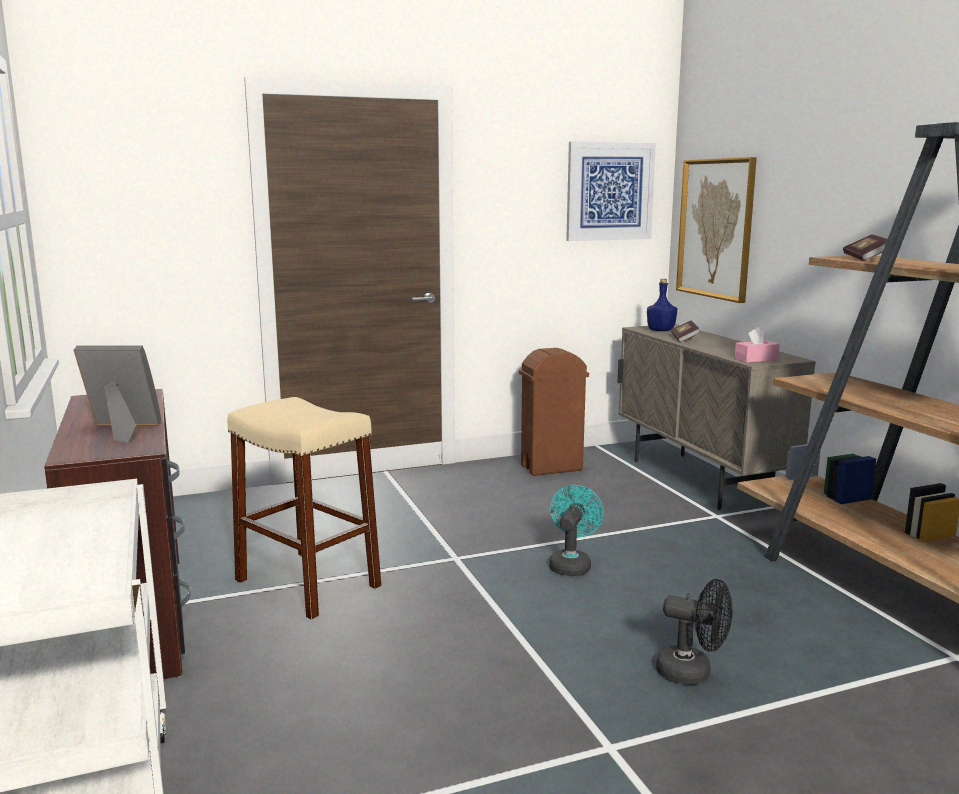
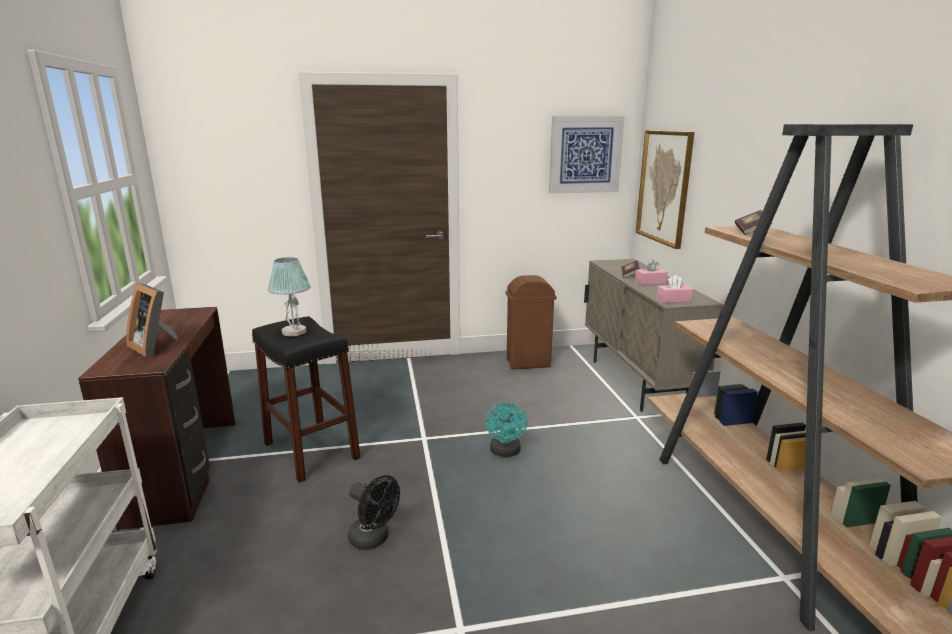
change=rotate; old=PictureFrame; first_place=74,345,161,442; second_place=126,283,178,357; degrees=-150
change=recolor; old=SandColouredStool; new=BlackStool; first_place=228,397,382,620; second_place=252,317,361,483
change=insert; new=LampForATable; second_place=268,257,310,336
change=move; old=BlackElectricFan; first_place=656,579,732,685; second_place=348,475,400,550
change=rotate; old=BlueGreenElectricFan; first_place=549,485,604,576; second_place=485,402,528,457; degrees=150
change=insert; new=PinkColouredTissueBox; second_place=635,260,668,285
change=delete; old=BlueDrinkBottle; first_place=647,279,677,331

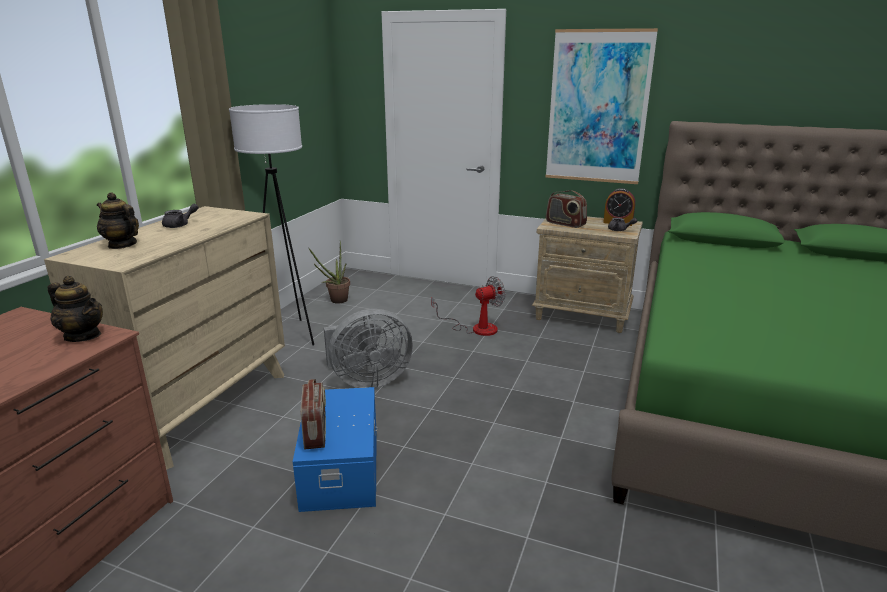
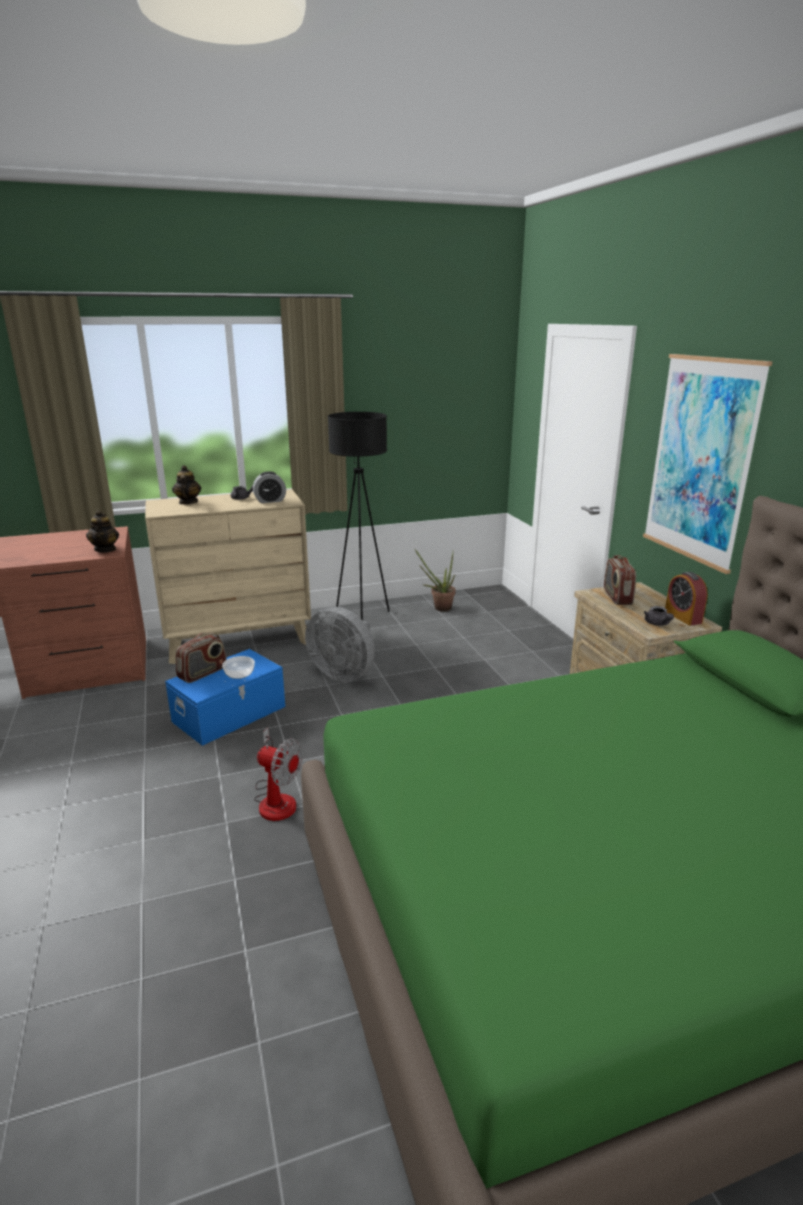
change=insert; new=Bowl; second_place=222,656,255,679
change=insert; new=BedsideClock; second_place=253,471,286,503
change=move; old=ElectricFan; first_place=431,276,505,336; second_place=254,728,302,821
change=recolor; old=WhiteColouredFloorLamp; new=BlackFloorLamp; first_place=229,104,314,345; second_place=328,412,390,621

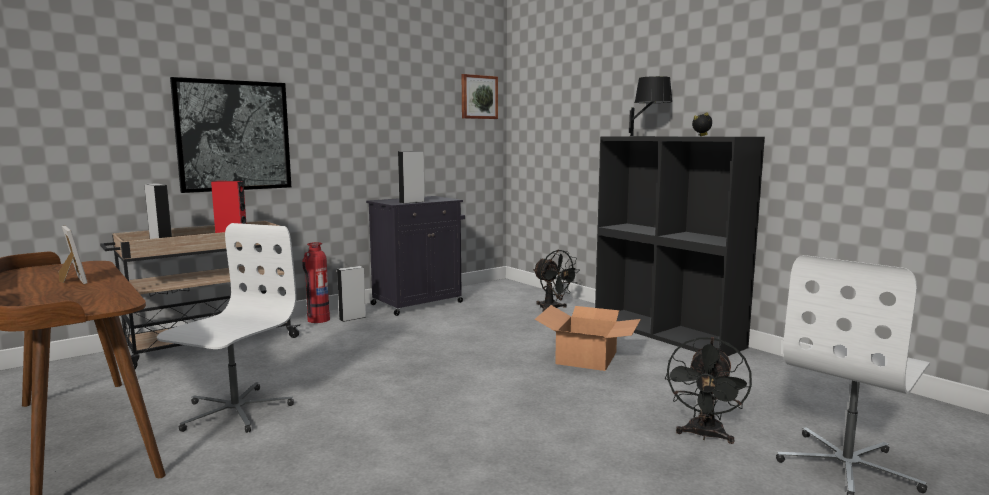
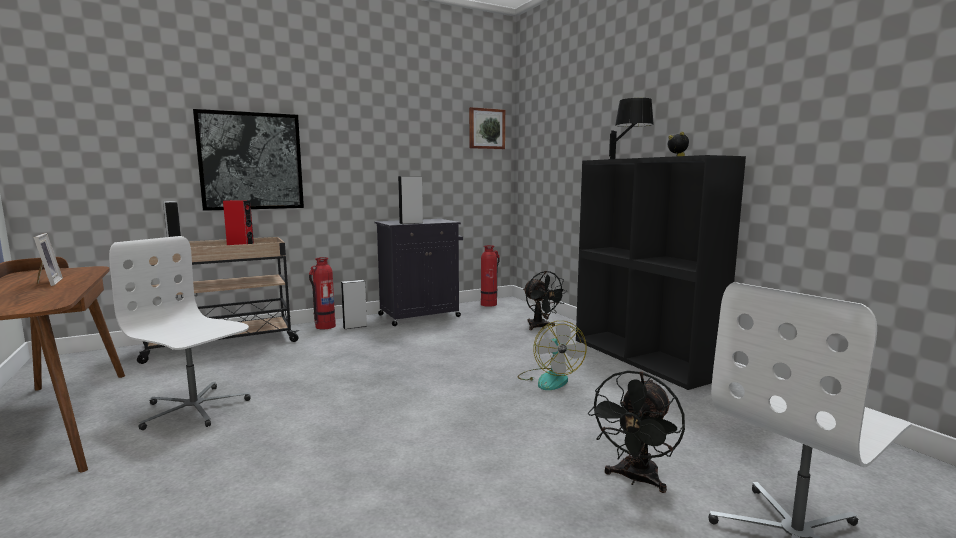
change=rotate; old=WhiteColouredComputerChair; first_place=157,223,297,433; second_place=109,236,251,430; degrees=-90
change=insert; new=FireExtinguisher; second_place=481,245,500,307
change=replace; old=CardboardBox; new=ElectricFan; first_place=535,305,641,371; second_place=517,321,587,390

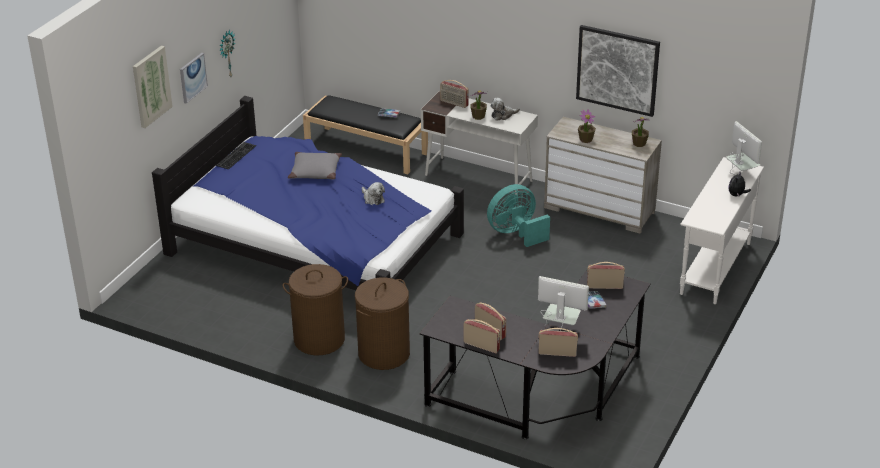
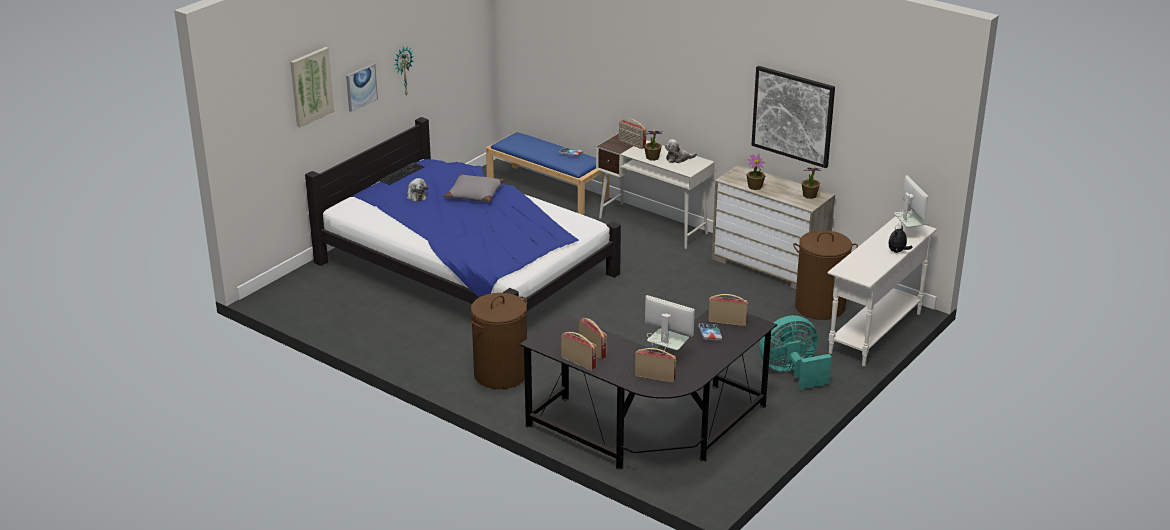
change=move; old=PlushToy; first_place=362,182,385,205; second_place=407,178,428,202
change=recolor; old=BlackLongSeat; new=BlueLongSeat; first_place=303,96,428,174; second_place=486,132,609,215
change=move; old=BlueGreenElectricFan; first_place=487,184,550,247; second_place=759,315,832,389
change=move; old=BrownWashingBasket; first_place=283,264,348,355; second_place=793,230,858,320

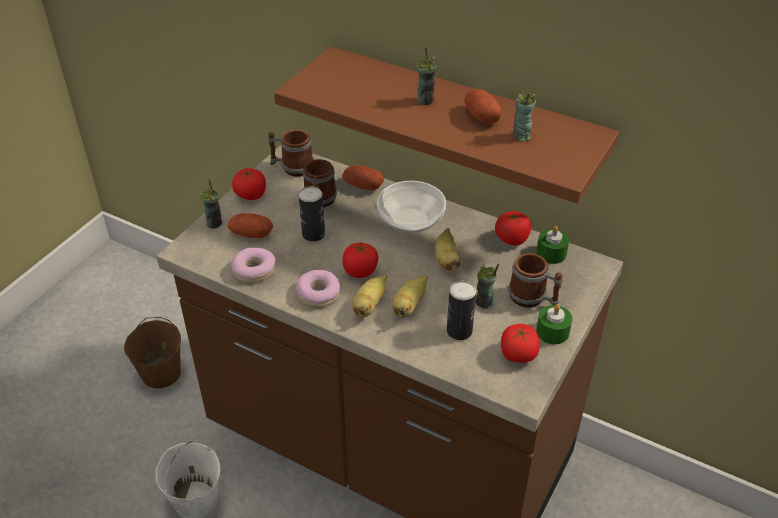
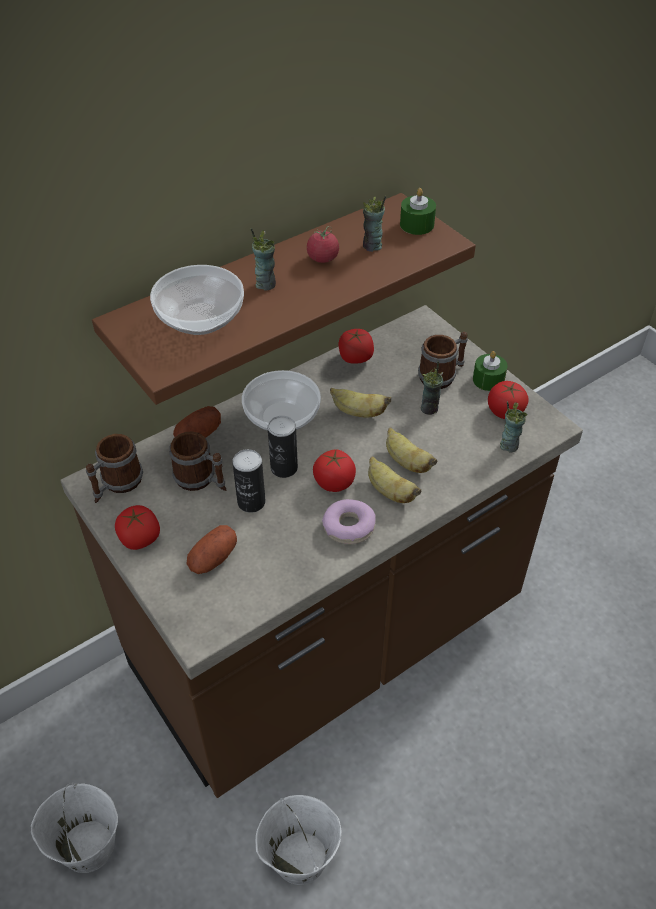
change=recolor; old=BrownBucket; new=WhiteColouredBucket; first_place=124,317,181,389; second_place=31,783,118,873
change=insert; new=Bowl; second_place=150,265,244,335
change=move; old=MetalCan; first_place=447,281,476,340; second_place=267,416,298,478
change=replace; old=WholePotato; new=Tomato; first_place=464,89,502,124; second_place=307,226,339,263
change=move; old=GreenColouredCandle; first_place=536,226,569,264; second_place=400,188,436,235
change=move; old=DrinkingCup; first_place=200,179,222,229; second_place=500,401,527,452
change=delete; old=RingDoughnut; first_place=231,247,276,282

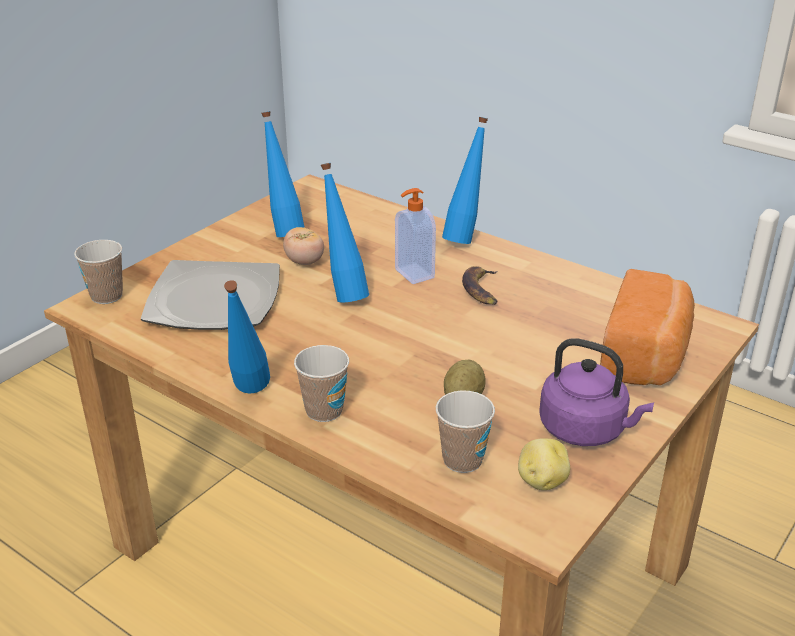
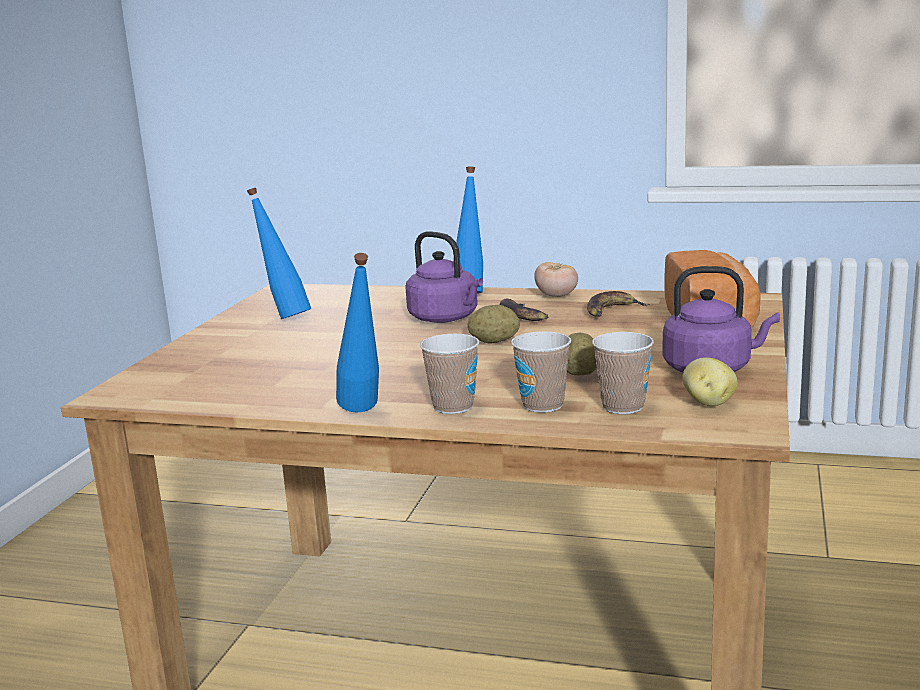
change=replace; old=LiquidSoapBottle; new=PurpleWaterKettle; first_place=395,188,436,284; second_place=405,231,483,323
change=insert; new=WholePotato; second_place=468,305,520,344
change=move; old=DrinkingCup; first_place=74,240,123,304; second_place=511,331,571,413
change=move; old=Tomato; first_place=283,227,324,265; second_place=534,262,578,297
change=insert; new=WholeBanana; second_place=587,291,649,317
change=delete; old=FlatDish; first_place=141,260,280,330
change=delete; old=BlueDrinkBottle; first_place=321,163,369,302

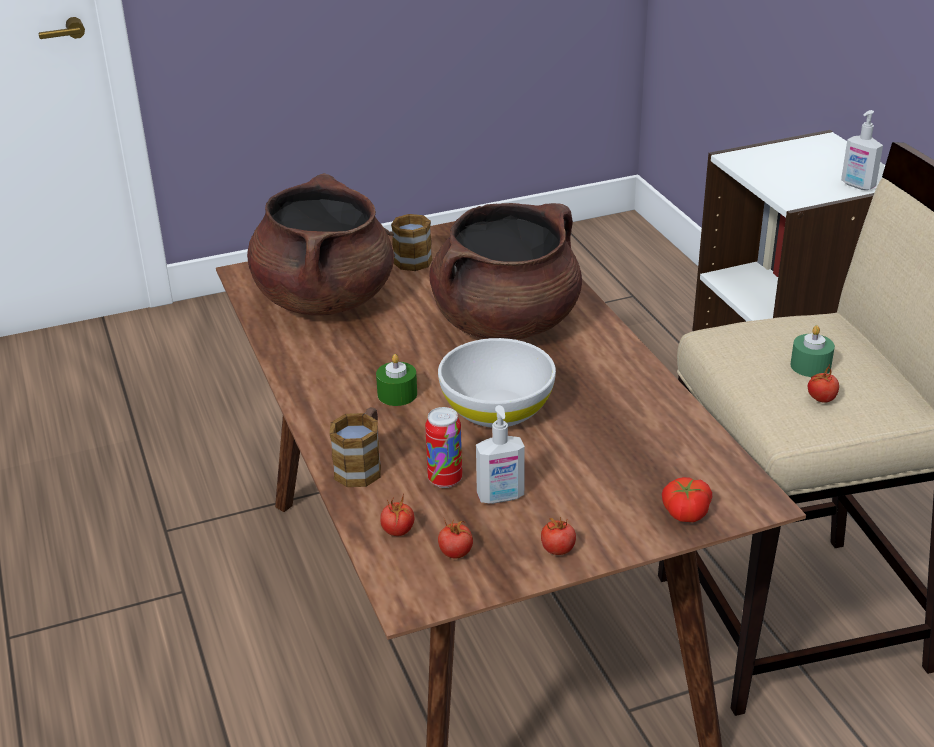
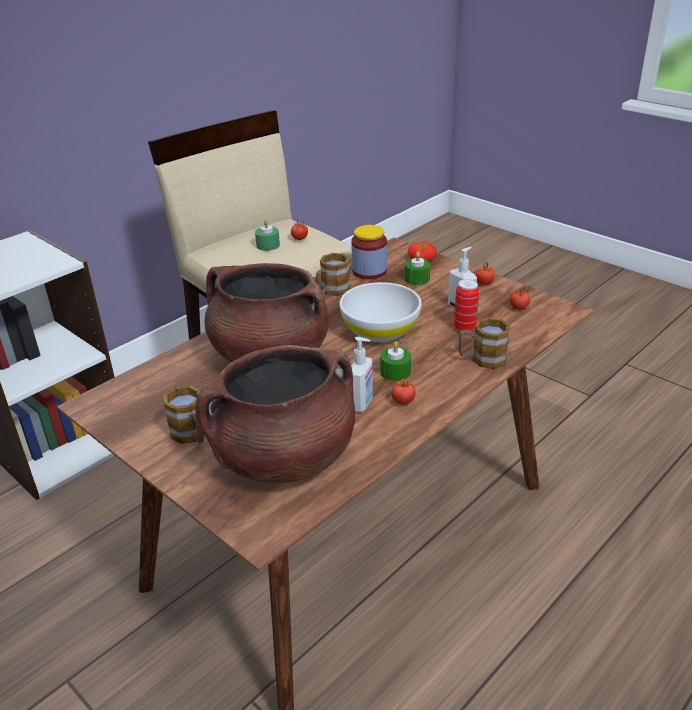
change=insert; new=CoffeeMug; second_place=316,253,351,296
change=insert; new=StorageJar; second_place=351,225,387,279
change=move; old=LiquidSoapBottle; first_place=841,110,883,190; second_place=351,337,373,412
change=move; old=Tomato; first_place=380,494,414,536; second_place=391,378,416,405
change=insert; new=GreenColouredCandle; second_place=405,252,430,285

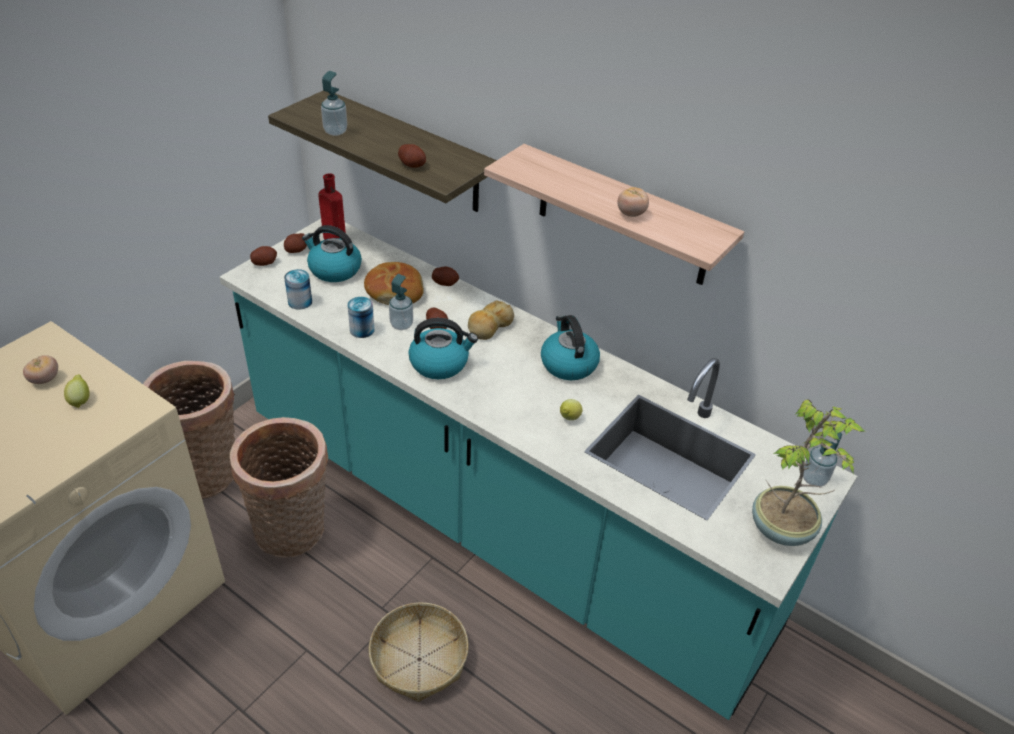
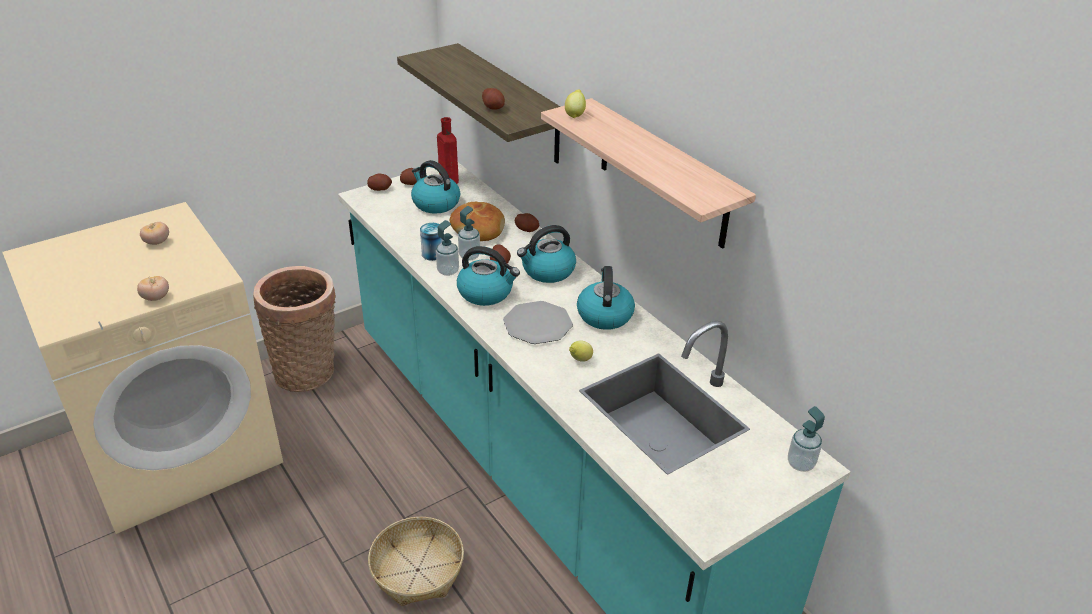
change=move; old=Tomato; first_place=617,187,649,217; second_place=137,276,169,301
change=move; old=LiquidSoapBottle; first_place=321,71,347,136; second_place=436,220,459,276
change=insert; new=FlatDish; second_place=503,301,573,344
change=replace; old=BakeryBread; new=WaterKettle; first_place=468,301,514,340; second_place=517,225,576,283
change=move; old=WholeLemon; first_place=64,375,89,408; second_place=565,89,586,118
change=delete; old=StorageBasket; first_place=230,417,328,558
change=delete; old=MetalCan; first_place=284,269,312,310
change=delete; old=PottedPlant; first_place=752,399,866,546

